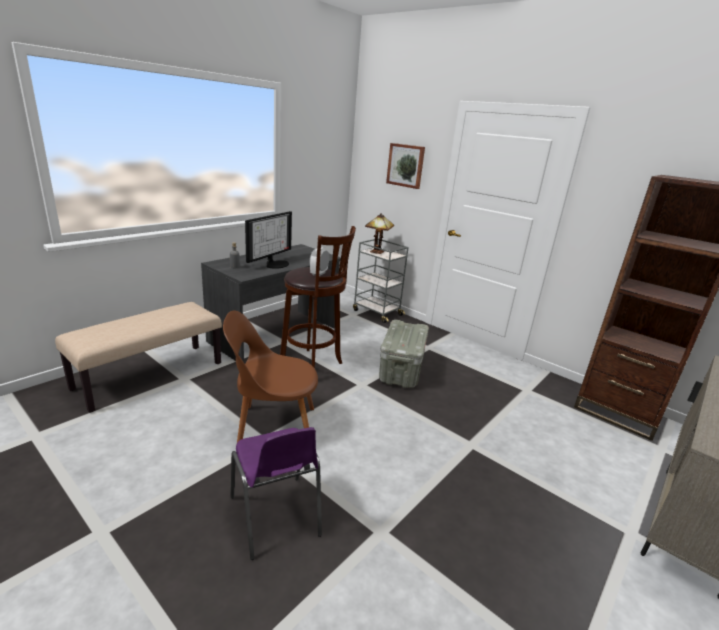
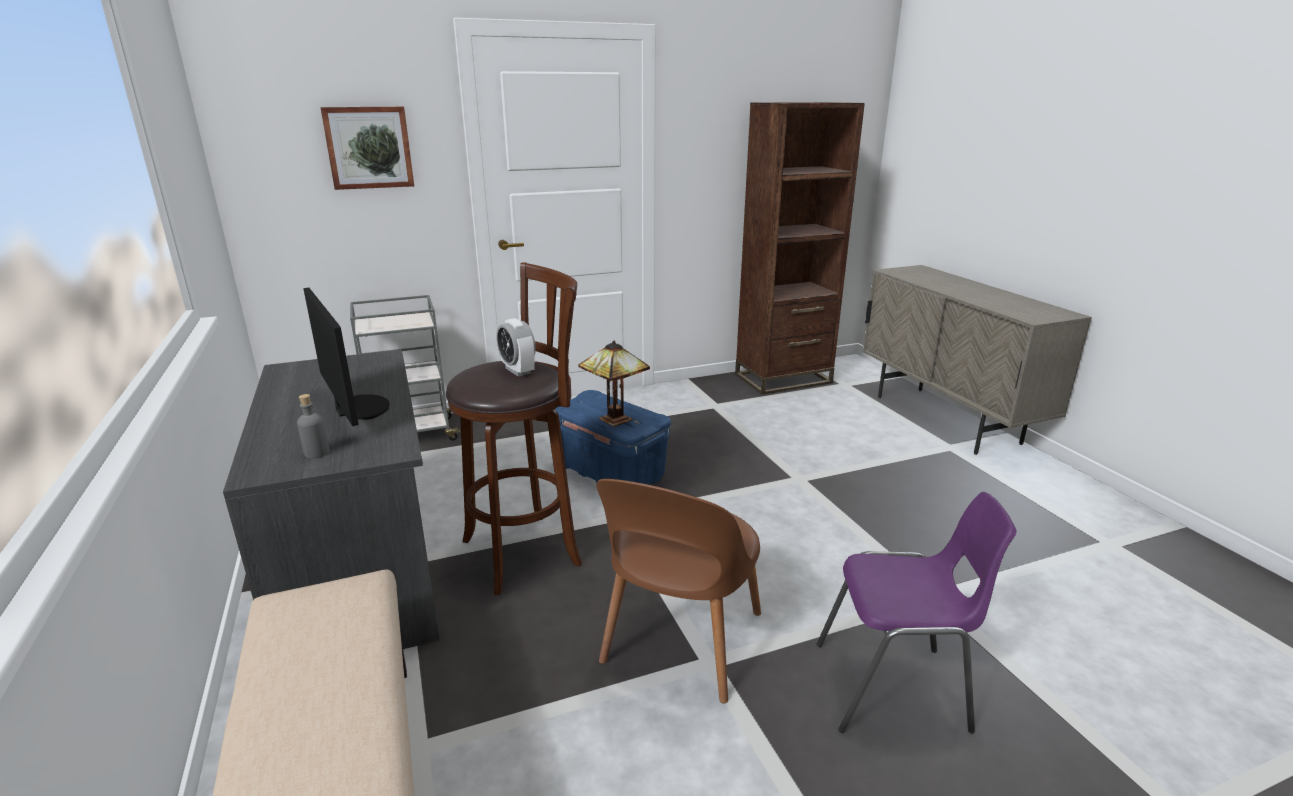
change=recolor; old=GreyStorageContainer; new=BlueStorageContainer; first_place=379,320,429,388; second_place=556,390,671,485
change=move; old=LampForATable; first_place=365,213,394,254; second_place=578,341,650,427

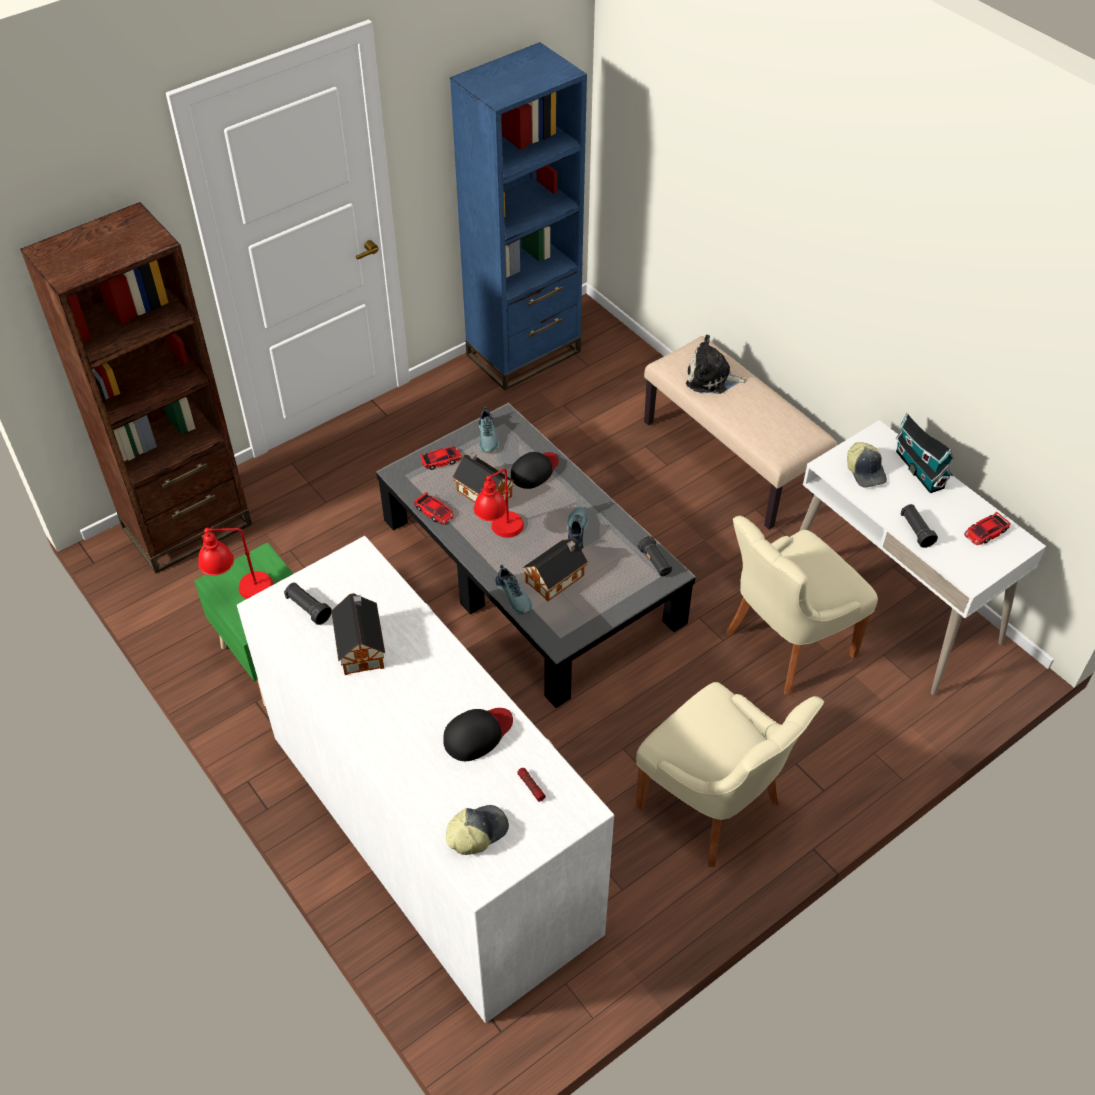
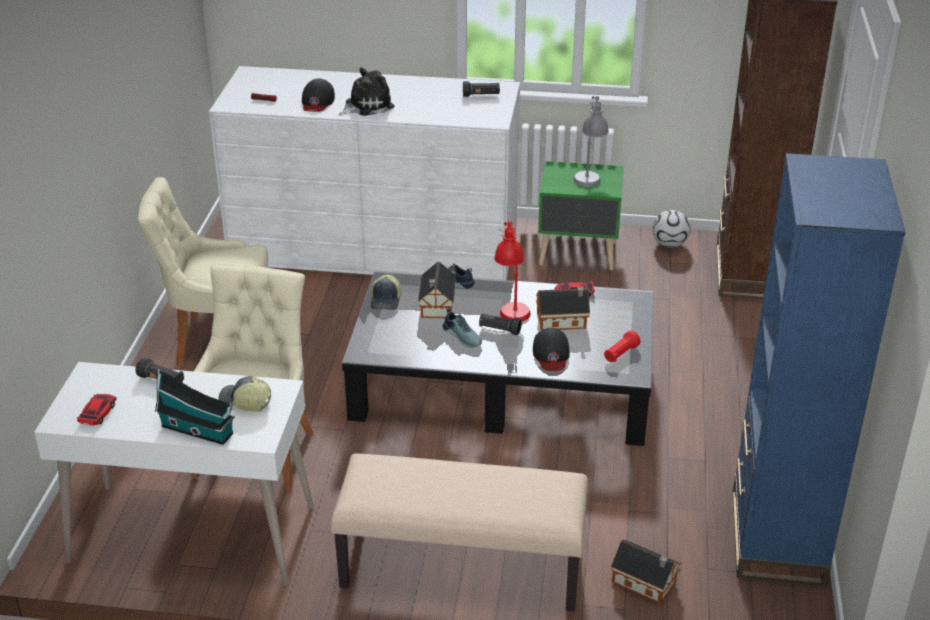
change=move; old=PlushToy; first_place=686,335,748,394; second_place=339,67,394,116
change=move; old=PeakedCap; first_place=446,805,509,855; second_place=371,275,401,310
change=move; old=BlackFlashlight; first_place=638,536,672,576; second_place=479,313,522,335
change=recolor; old=ReddishLampForATable; new=GreyLampForATable; first_place=198,528,274,599; second_place=573,96,609,187
change=replace; old=Shoe; new=ReddishFlashlight; first_place=479,407,499,452; second_place=604,331,640,362
change=move; old=MiniatureHouse; first_place=331,593,385,675; second_place=611,539,681,604
change=insert; new=FootballBall; second_place=652,210,691,248
change=delete; old=MiniatureCar; first_place=420,446,462,470

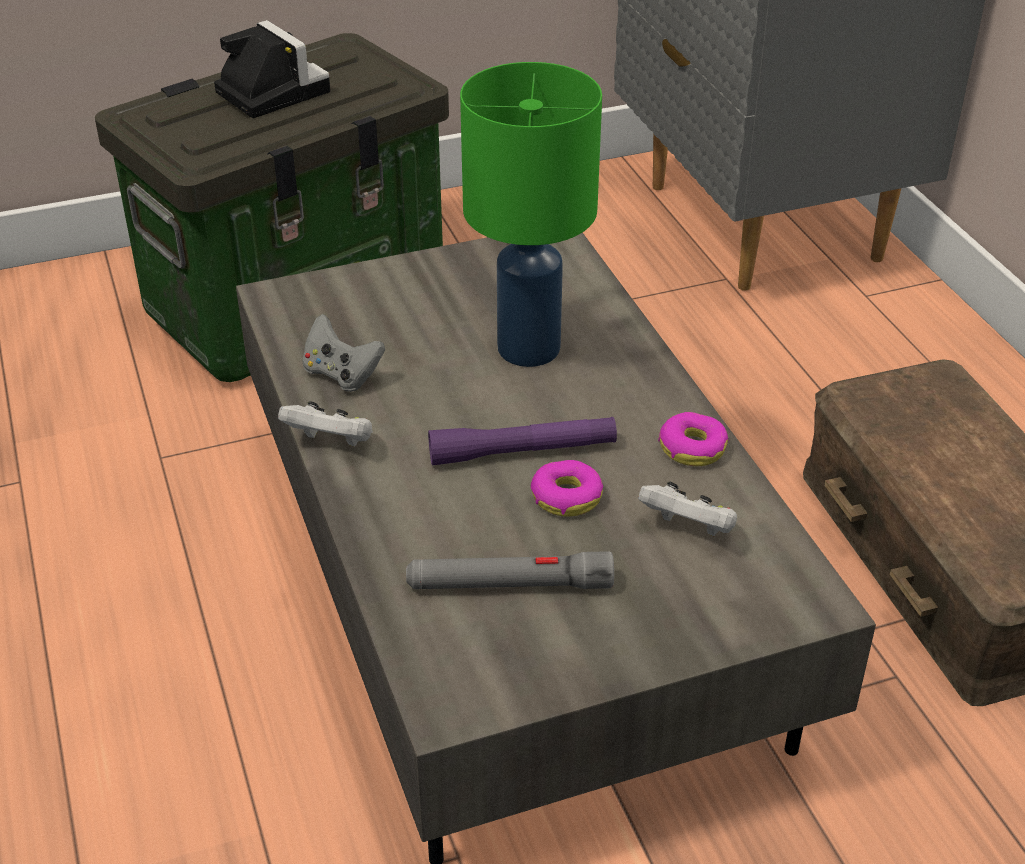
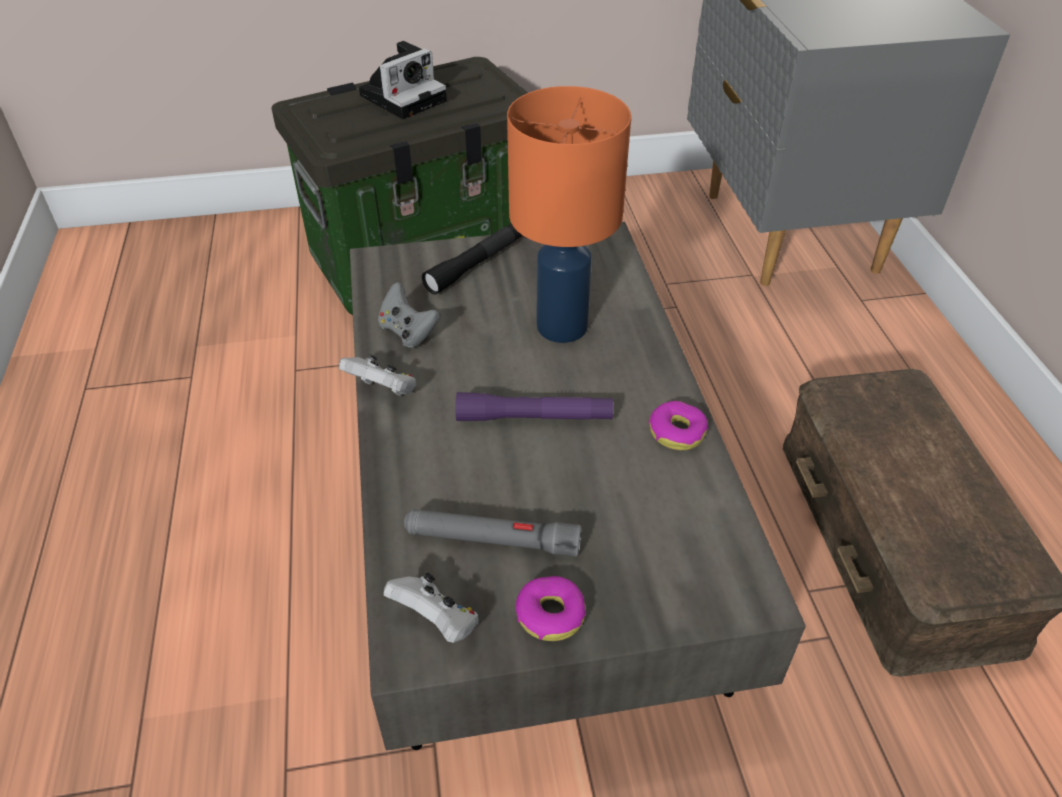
change=rotate; old=StillCamera; first_place=214,20,330,118; second_place=359,41,447,119; degrees=75
change=move; old=WhiteColouredGamepad; first_place=639,482,737,536; second_place=383,573,479,643
change=insert; new=BlackFlashlight; second_place=422,223,523,294
change=recolor; old=GreenColouredLampForATable; new=OrangeLampForATable; first_place=460,62,602,367; second_place=507,86,631,343
change=move; old=RingDoughnut; first_place=531,460,603,517; second_place=516,576,586,641

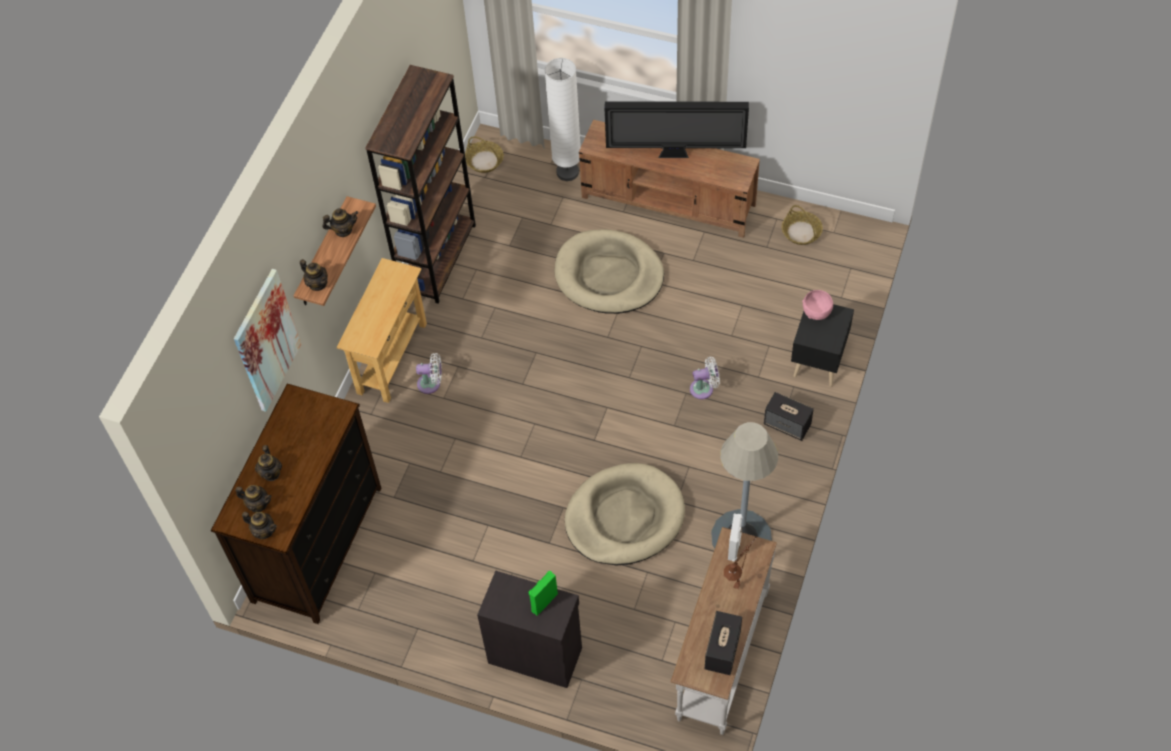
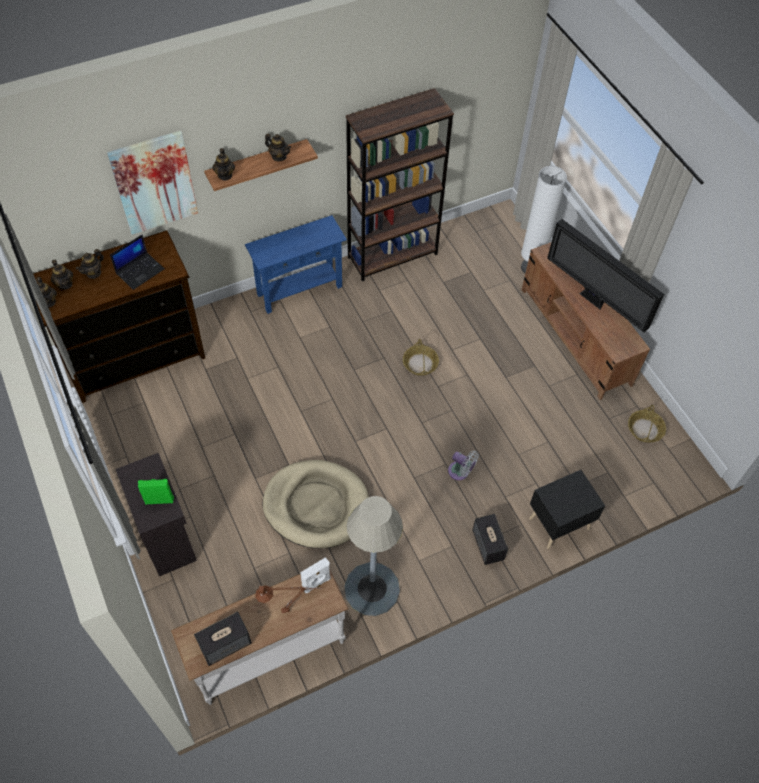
change=insert; new=NotebookComputer; second_place=110,235,164,290
change=recolor; old=SandColouredNarrowTable; new=BlueNarrowTable; first_place=336,258,427,403; second_place=245,215,347,314
change=move; old=StorageBasket; first_place=465,136,504,173; second_place=403,339,439,376
change=delete; old=WhiteColouredElectricFan; first_place=416,353,442,394
change=delete; old=SandColouredDogBed; first_place=554,229,664,314
change=delete; old=PinkColouredBowl; first_place=802,290,833,320

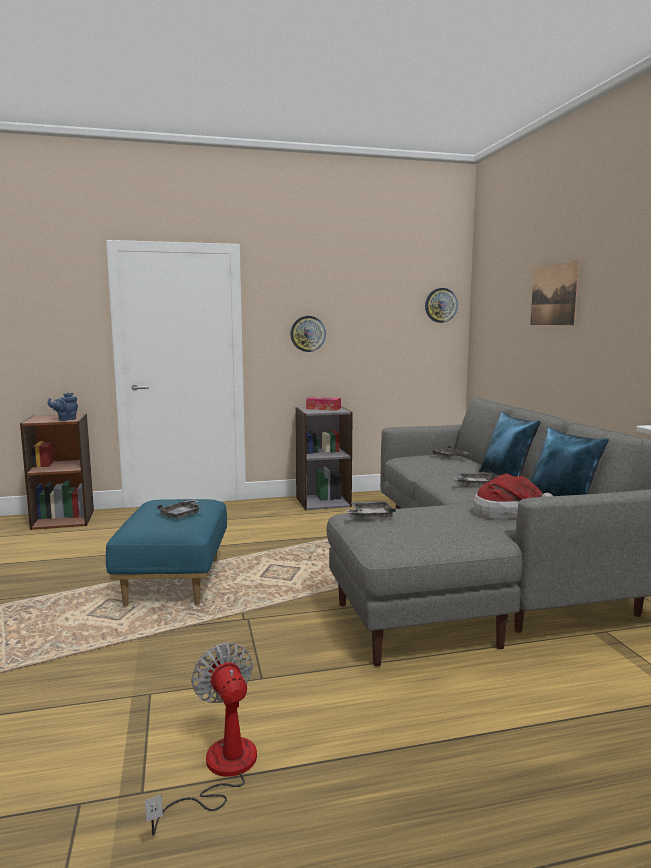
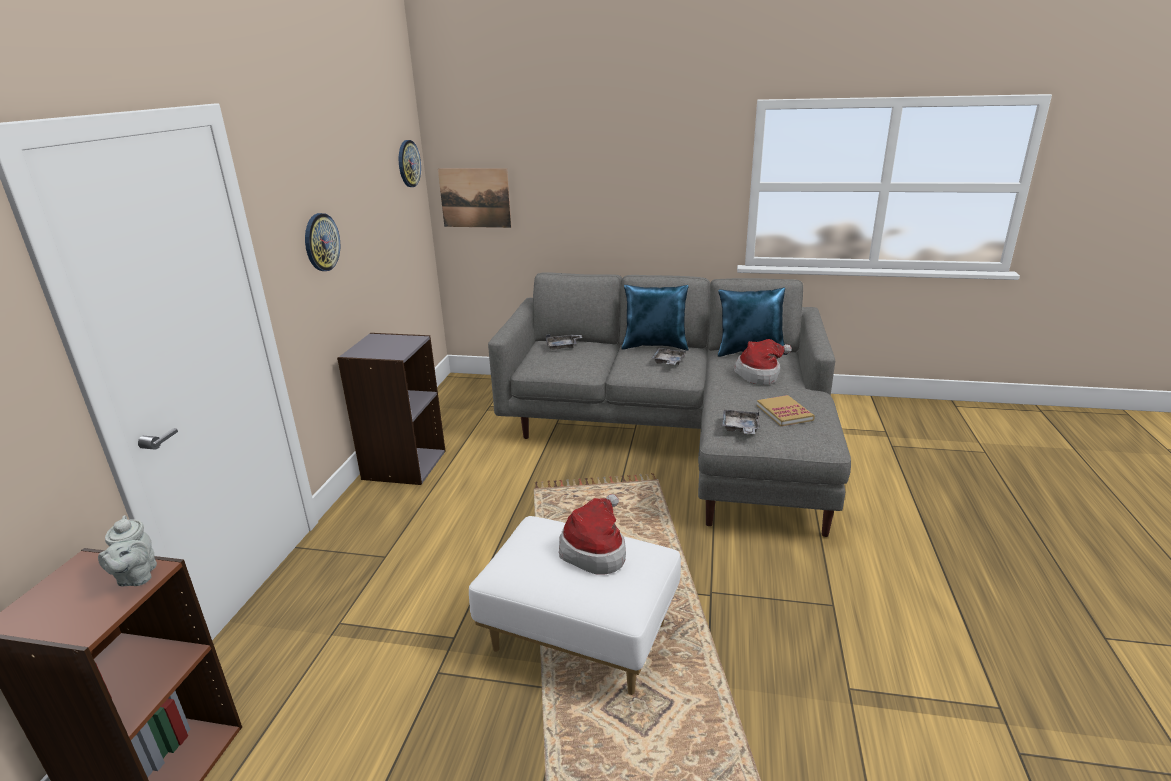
change=recolor; old=BluePotForTea; new=GreyPotForTea; first_place=48,393,78,421; second_place=98,515,157,586
change=move; old=WallPicture; first_place=530,261,580,325; second_place=438,169,511,228
change=recolor; old=BluePouffe; new=WhiteColouredPouffe; first_place=106,499,227,606; second_place=469,516,681,695
change=replace; old=GreyCarryingTray; new=WearableHat; first_place=157,499,203,518; second_place=559,494,626,575
change=insert; new=BoundBook; second_place=757,395,815,426
change=delete; old=ElectricFan; first_place=145,643,257,836
change=delete; old=TissueBox; first_place=306,397,341,411

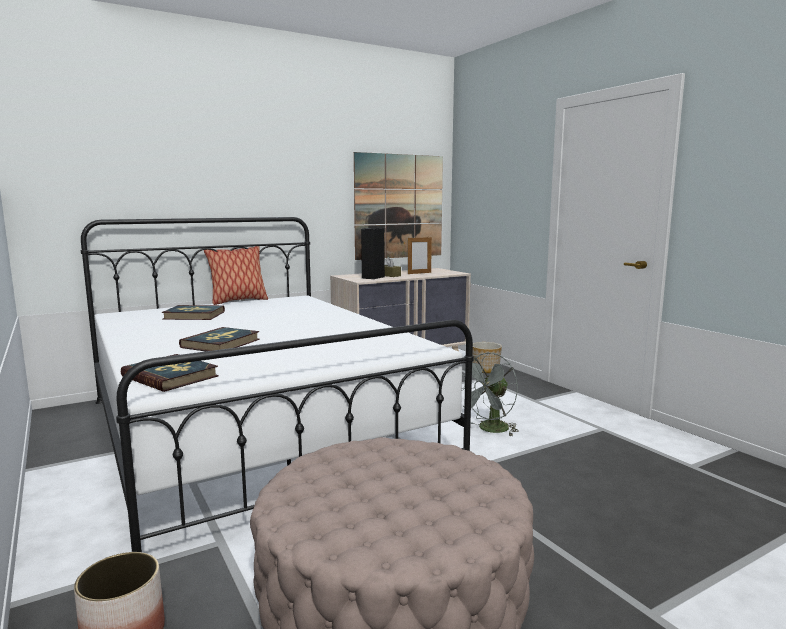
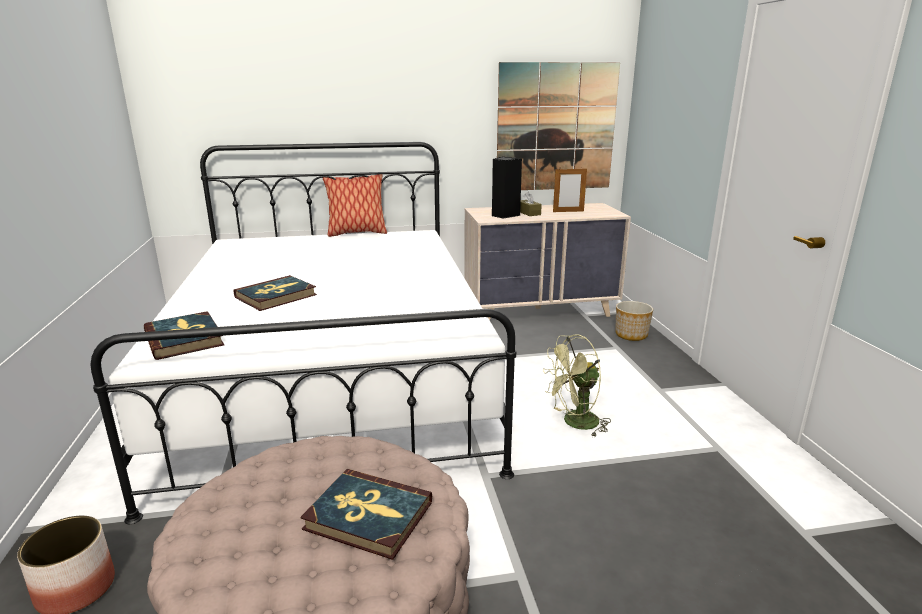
change=move; old=BoundBook; first_place=162,305,225,320; second_place=300,469,432,560
change=recolor; old=GreyElectricFan; new=GreenColouredElectricFan; first_place=462,352,519,436; second_place=543,334,611,437

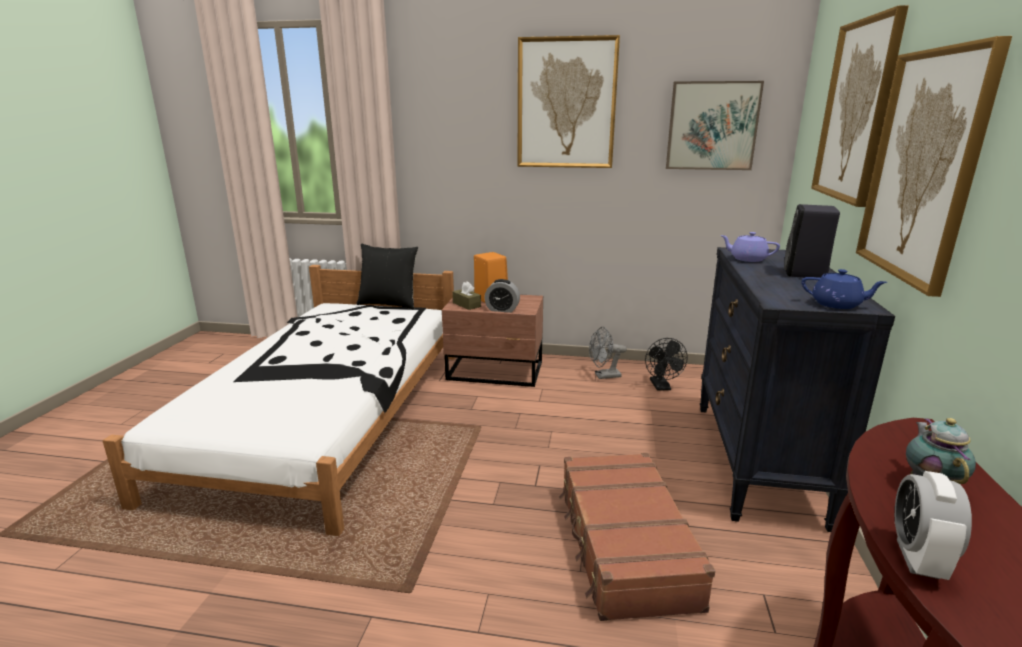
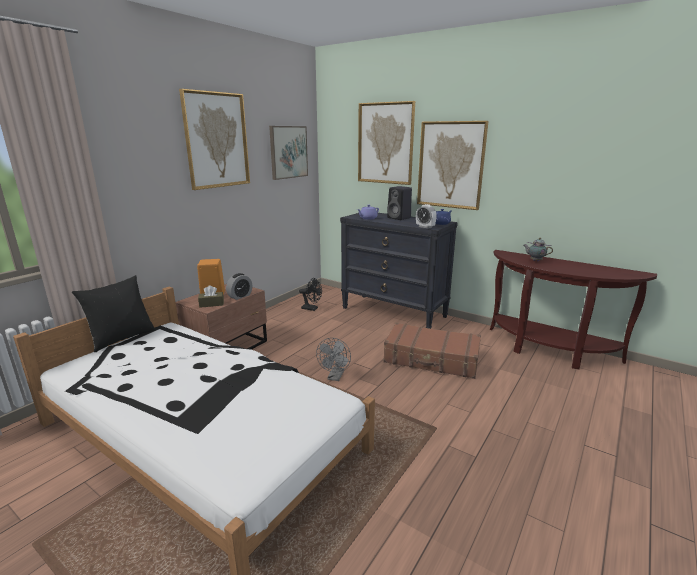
change=move; old=GreyElectricFan; first_place=589,327,627,379; second_place=316,338,351,381
change=move; old=BedsideClock; first_place=895,471,972,580; second_place=416,204,437,229

